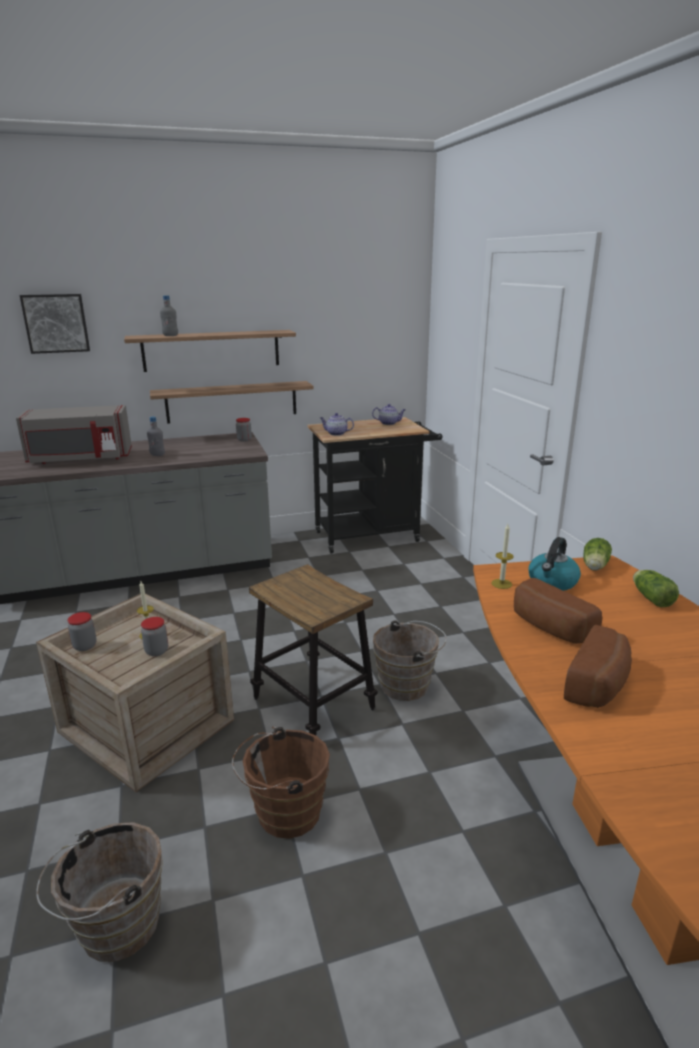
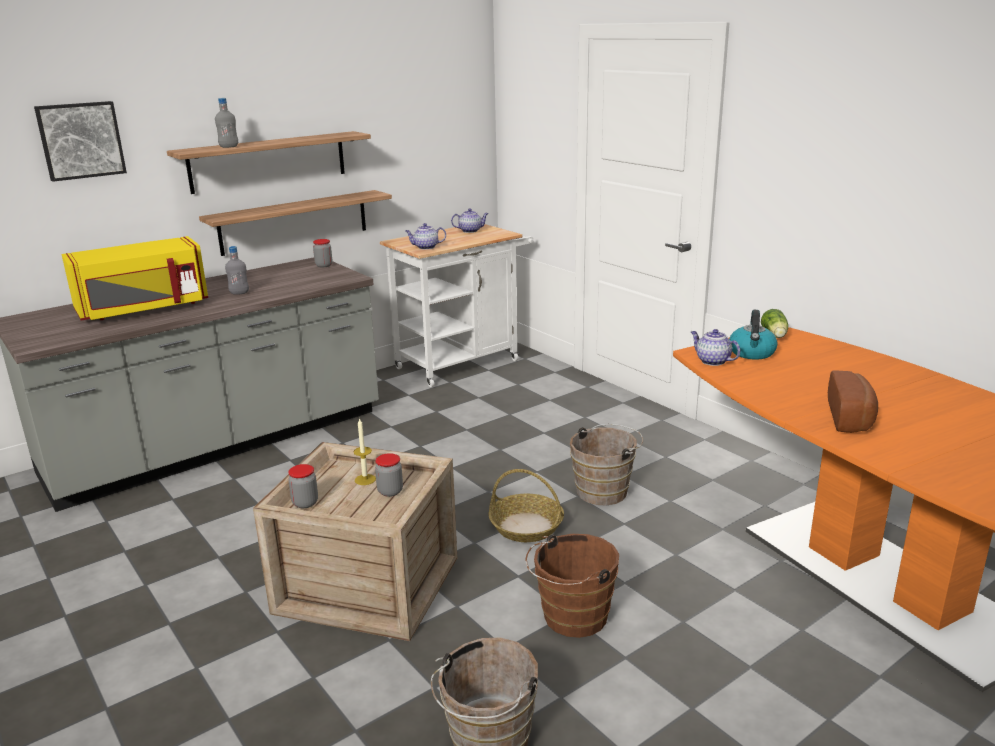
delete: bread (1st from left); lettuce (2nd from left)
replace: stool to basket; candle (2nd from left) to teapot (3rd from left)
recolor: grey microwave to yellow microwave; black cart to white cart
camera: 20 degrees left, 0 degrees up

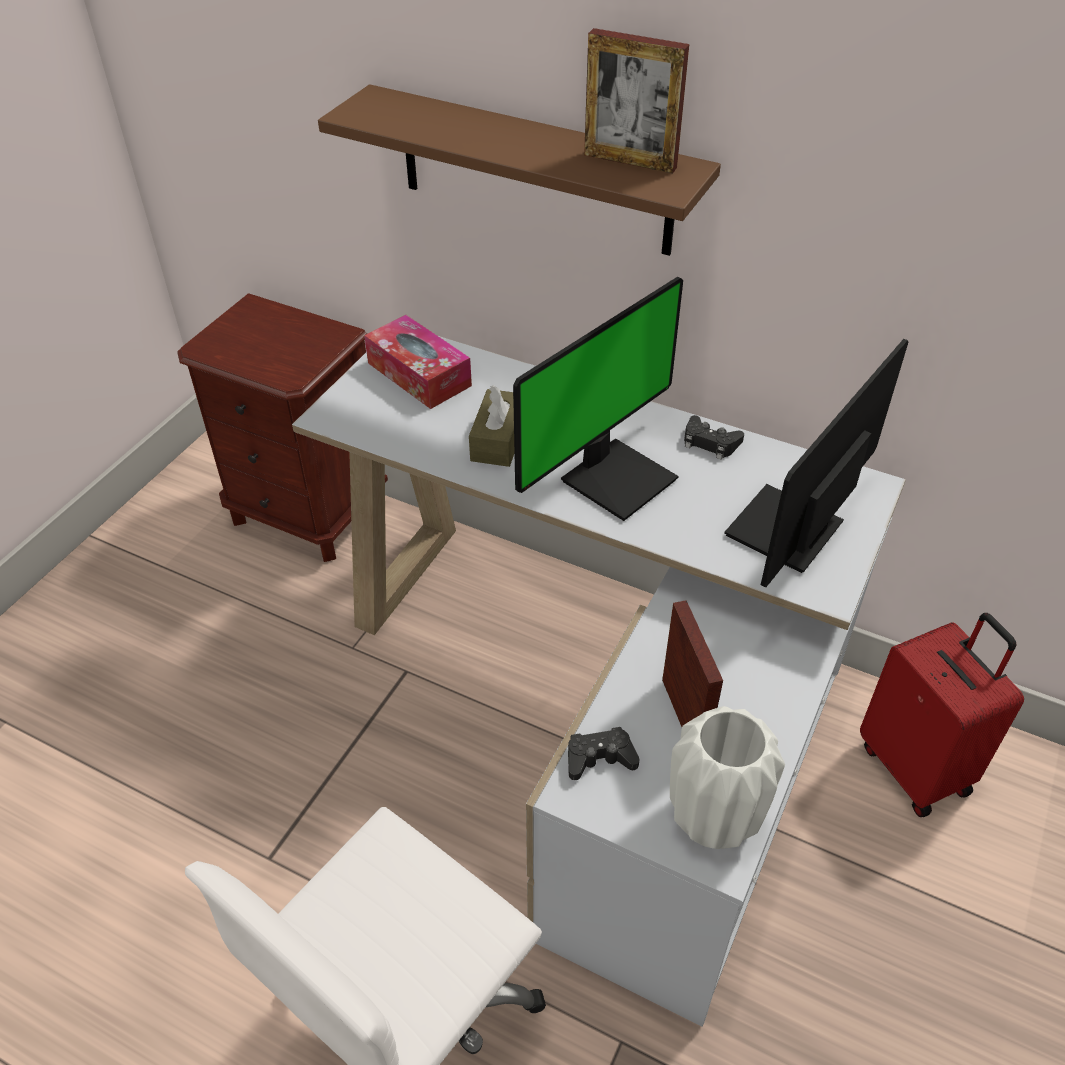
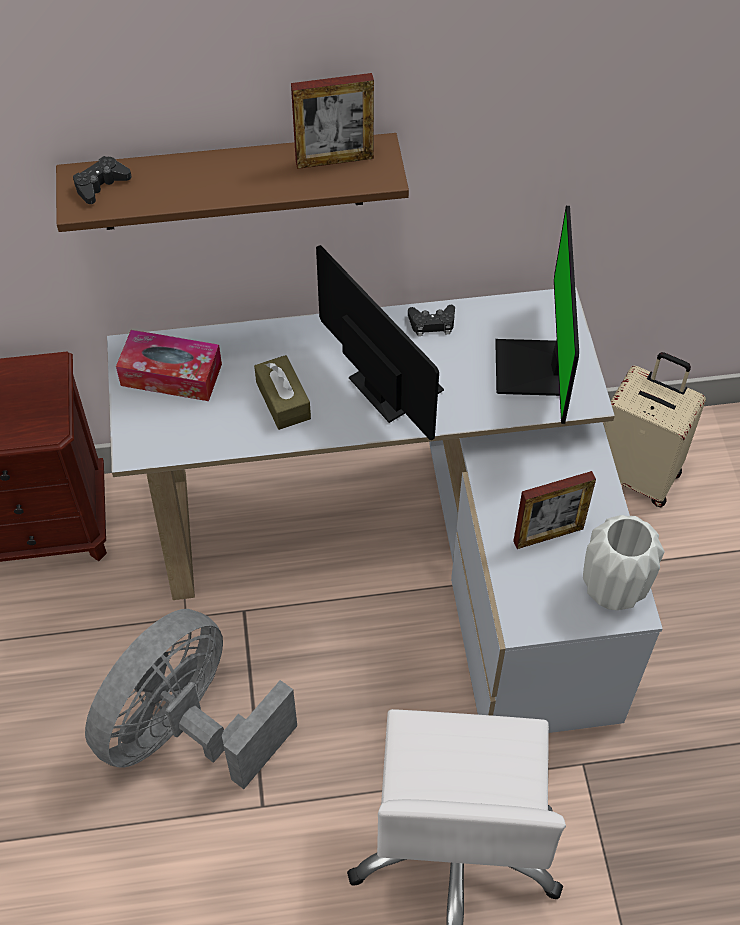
insert: grey fan
move: black game controller (1st from left)
recolor: red suitcase to beige suitcase
rotate: monitor (1st from left) 45 degrees counterclockwise; picture frame (2nd from left) 120 degrees clockwise
camera: 35 degrees left, 10 degrees up

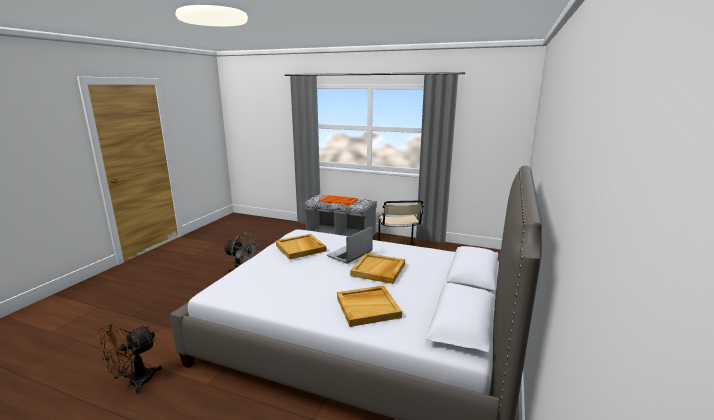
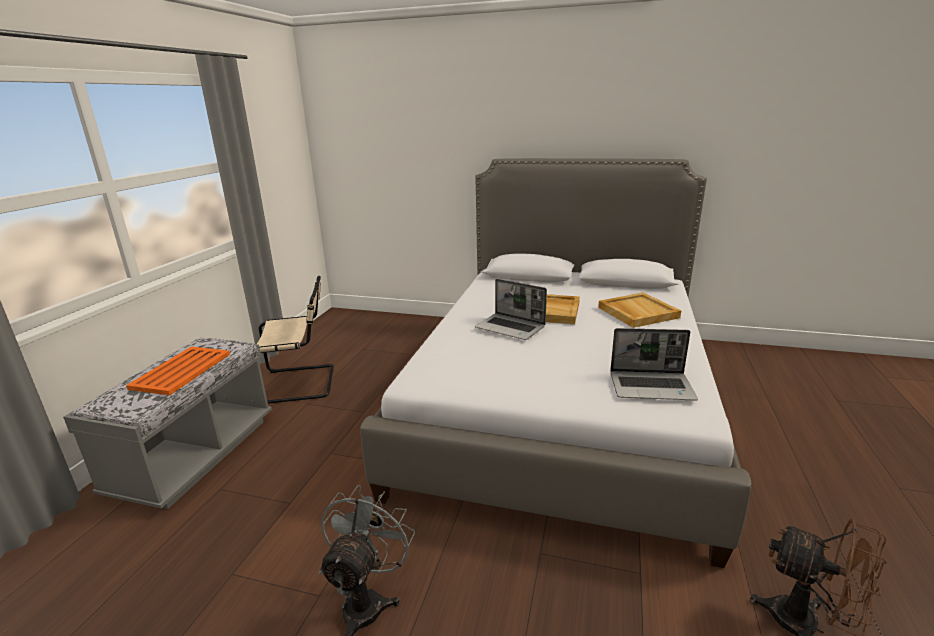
delete: beige tray (1st from left)
insert: laptop (2nd from left)
camera: 95 degrees left, 5 degrees up

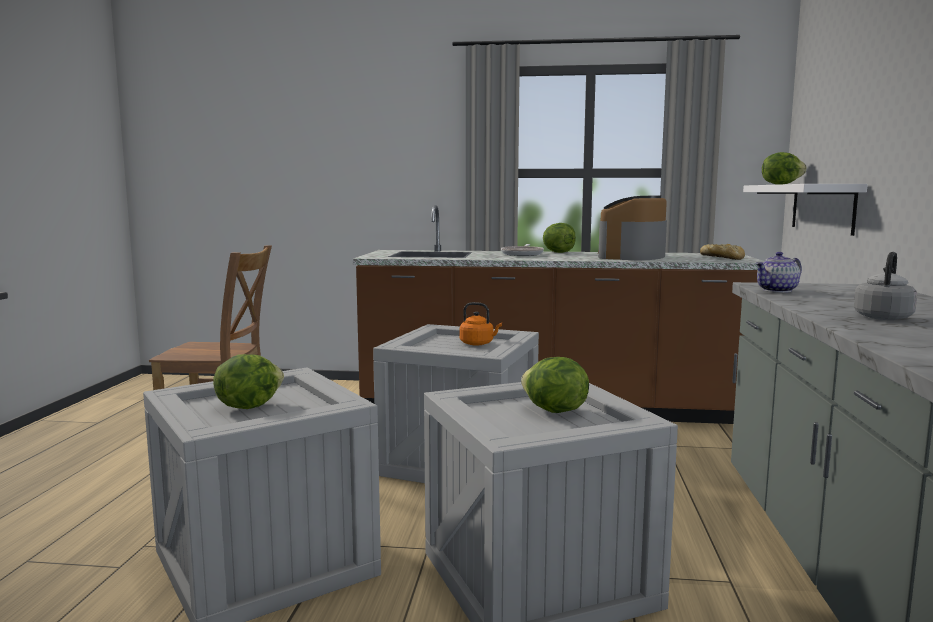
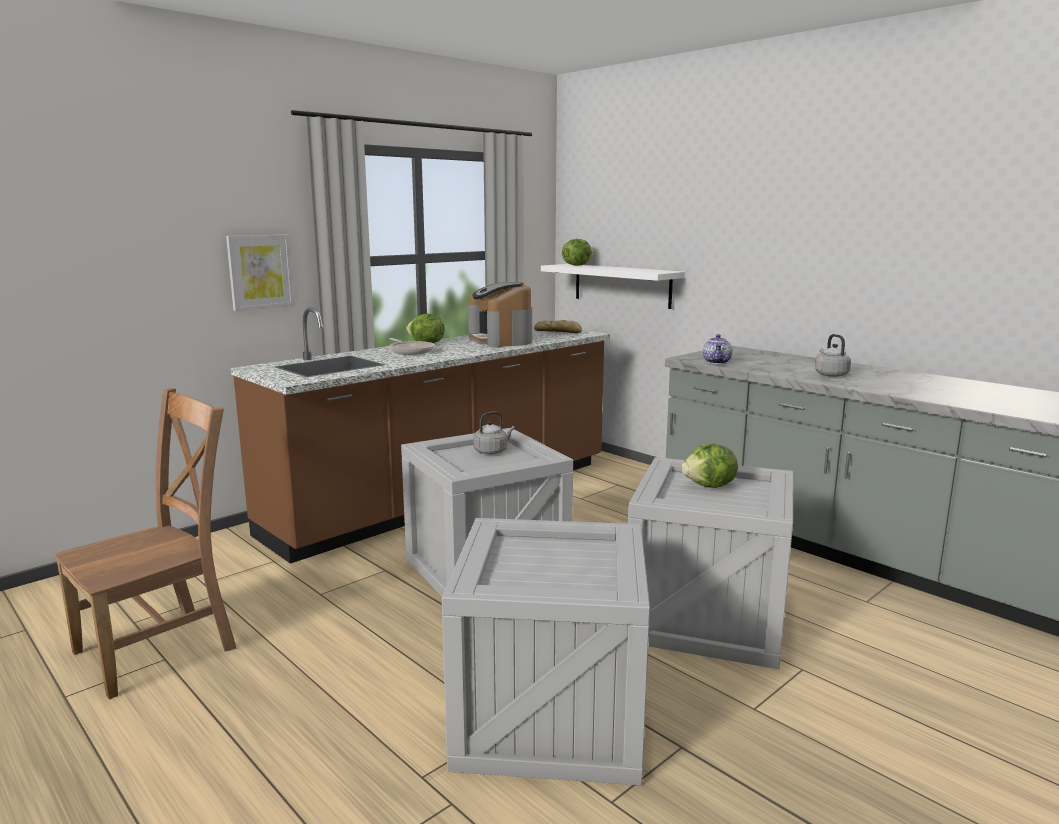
delete: lettuce (1st from left)
insert: picture
recolor: orange kettle to grey kettle (1st from left)
camera: 50 degrees left, 5 degrees up

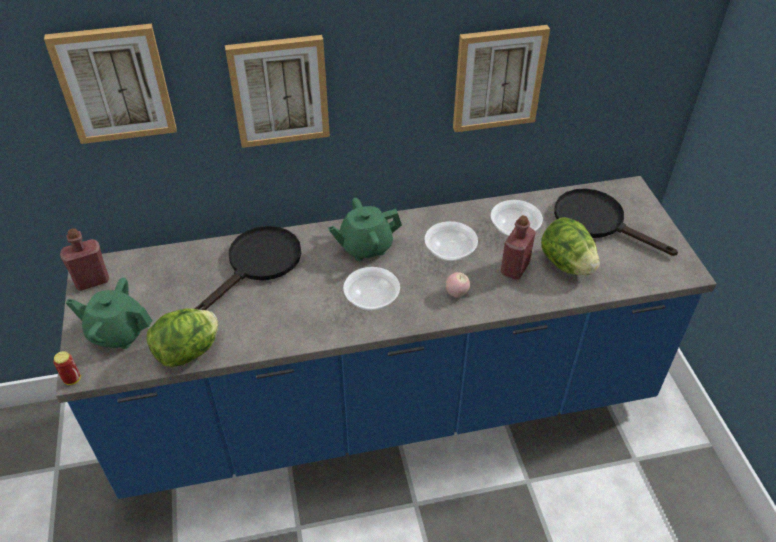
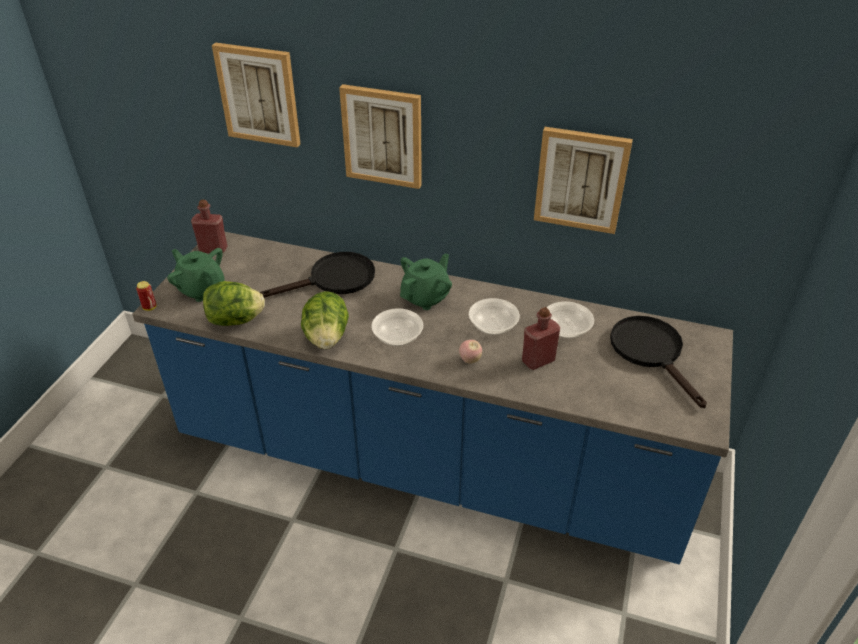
move: lettuce (2nd from left)
rotate: green teapot (2nd from left) 120 degrees clockwise
camera: 30 degrees right, 5 degrees down

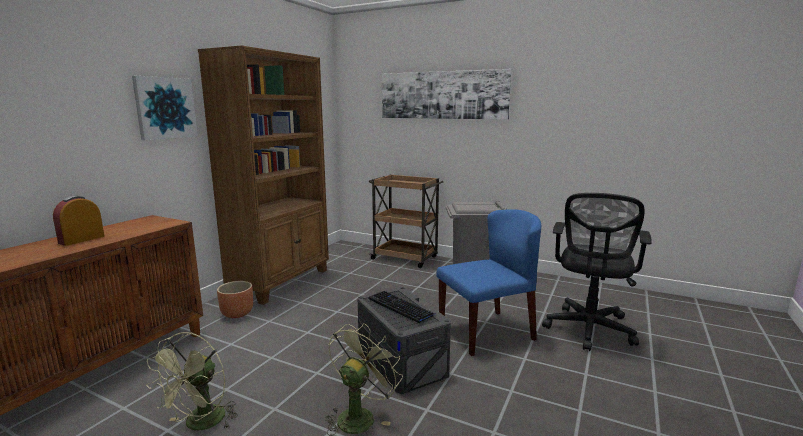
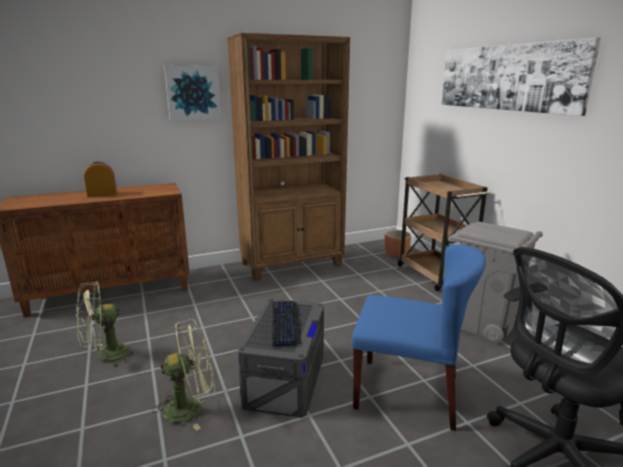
move: brown planter
camera: 40 degrees right, 5 degrees up

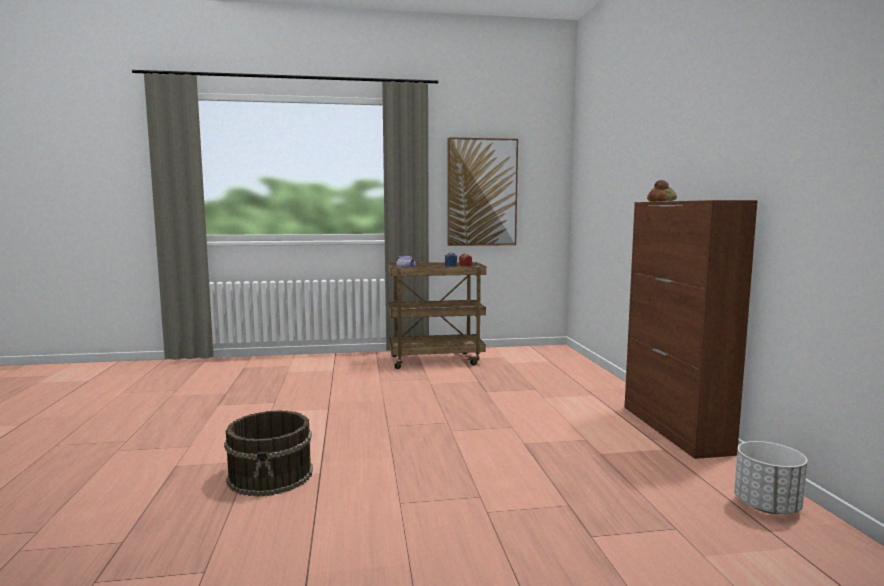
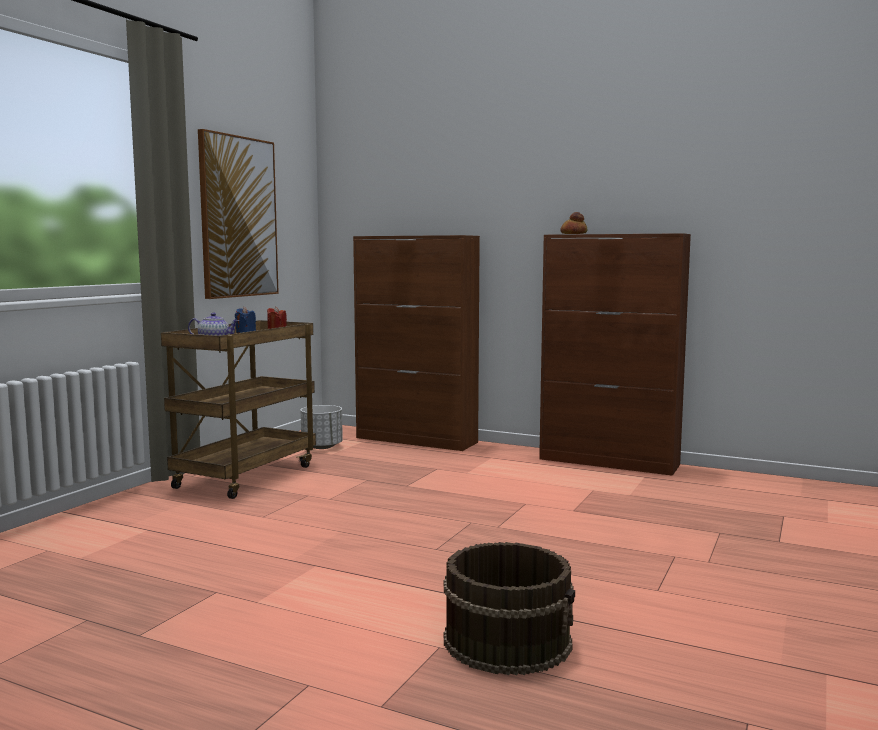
insert: brown cabinet (1st from left)
move: white planter
camera: 55 degrees left, 0 degrees up

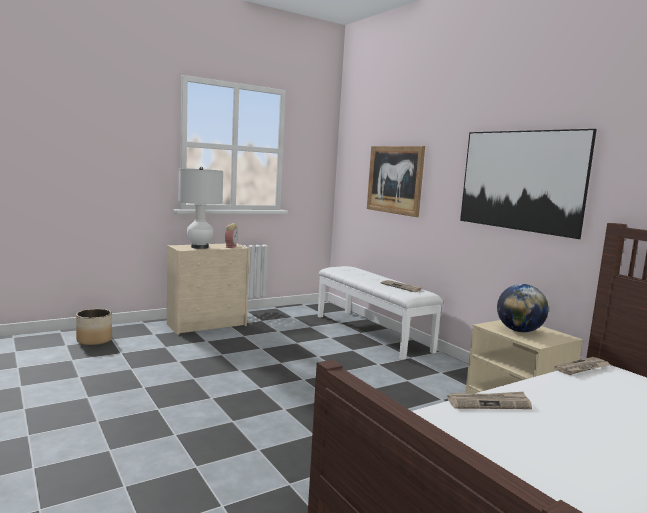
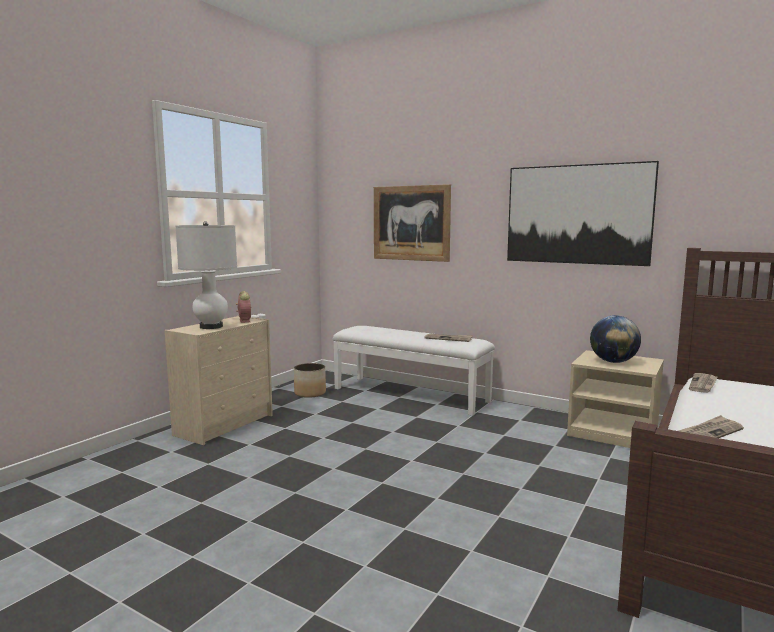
move: planter
camera: 25 degrees left, 0 degrees up

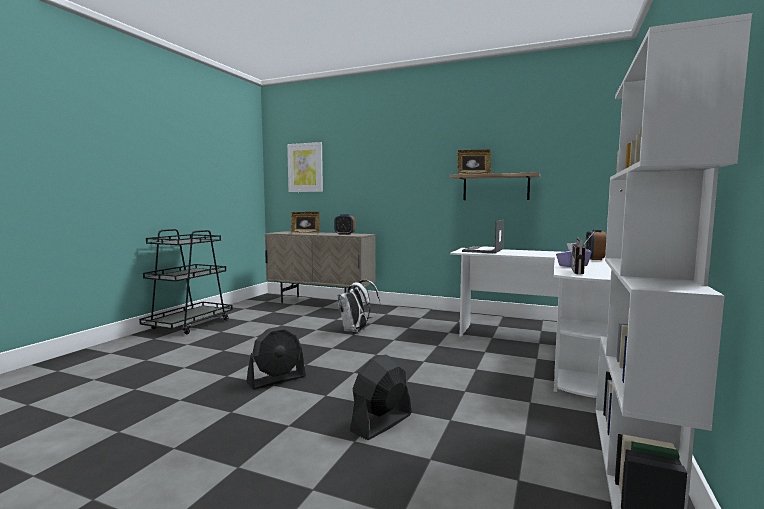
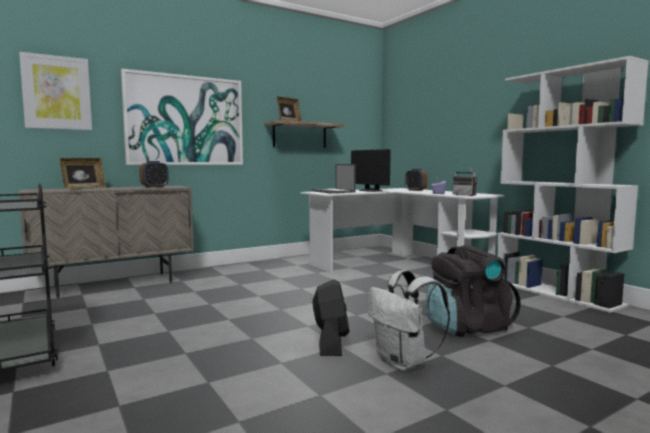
insert: picture (2nd from left); monitor
move: white backpack
replace: black fan (2nd from left) to black backpack
camera: 55 degrees left, 0 degrees up

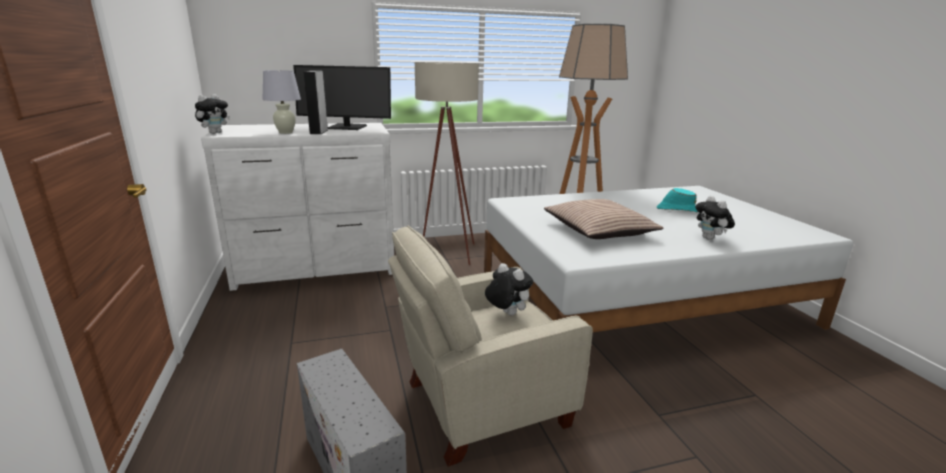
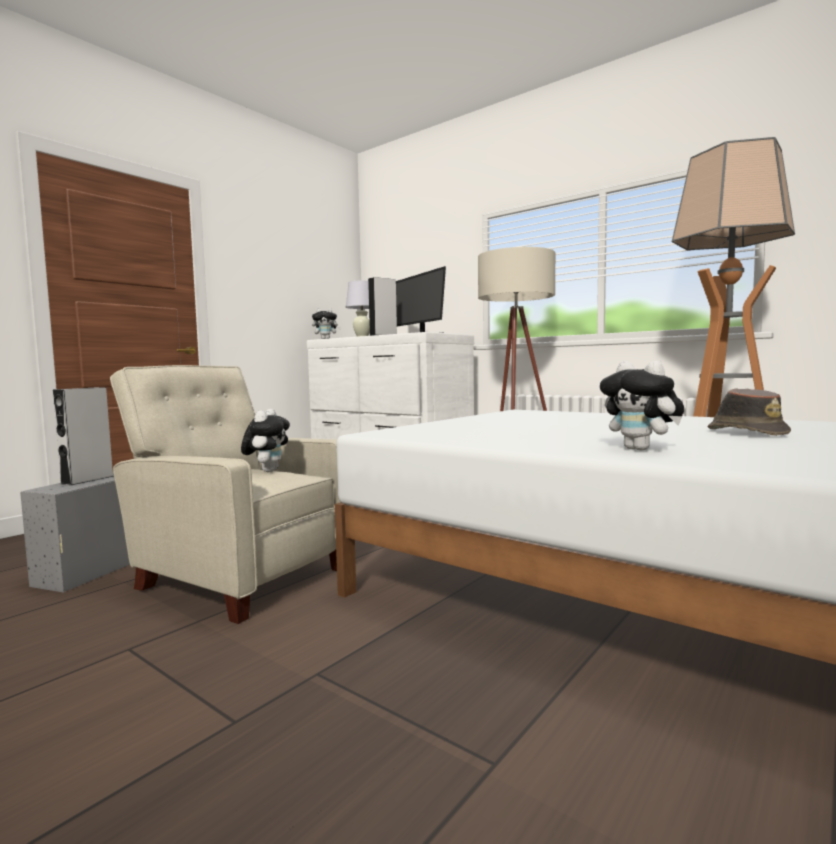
delete: pillow
insert: grey speaker (1st from left)
recolor: turquoise hat to brown hat
rotate: plush toy (3rd from left) 75 degrees counterclockwise
camera: 55 degrees right, 15 degrees down

